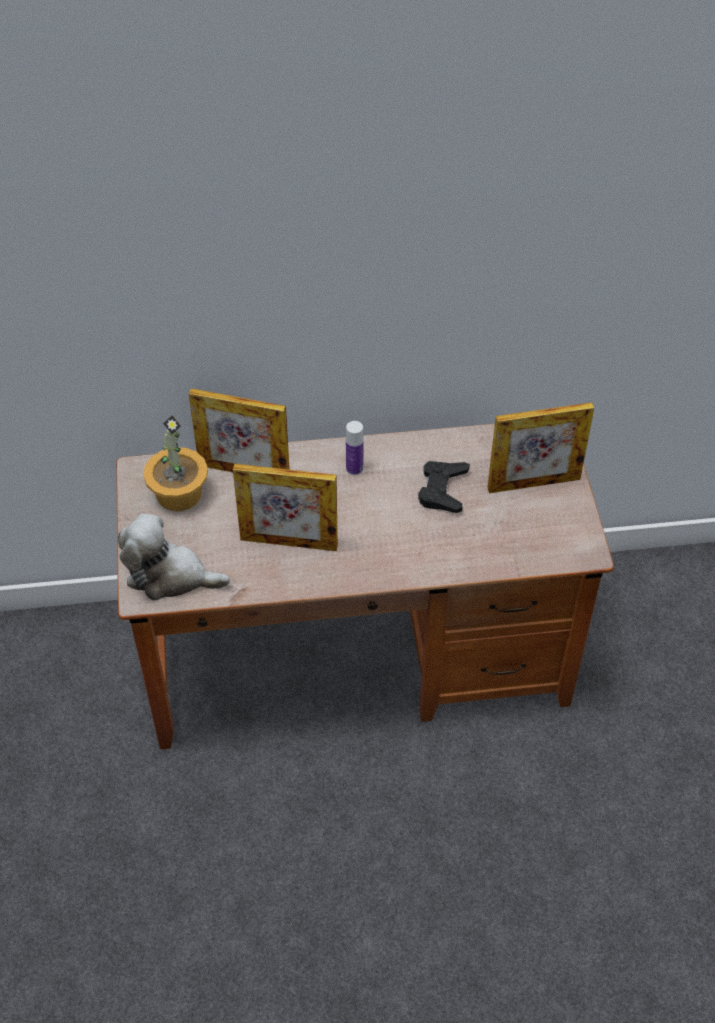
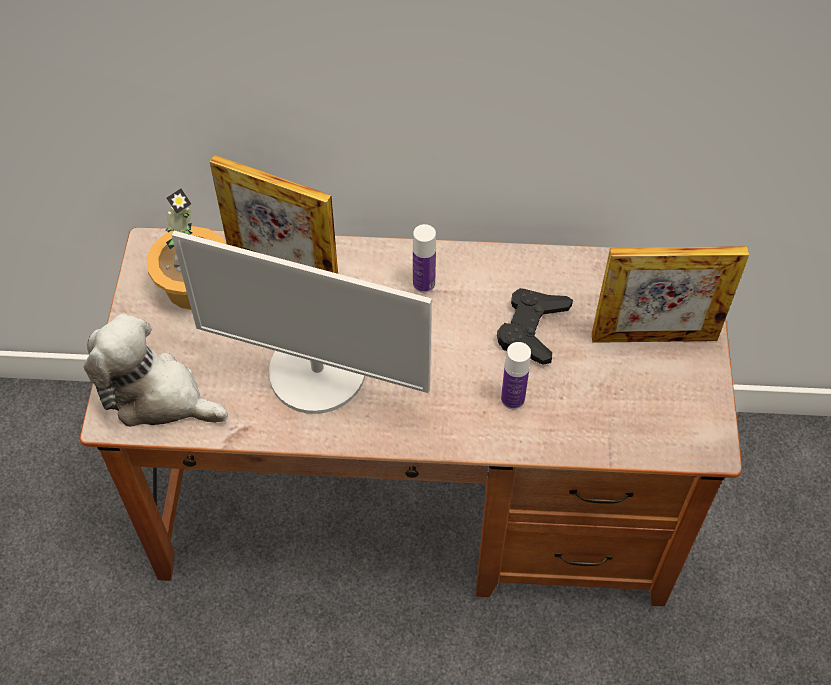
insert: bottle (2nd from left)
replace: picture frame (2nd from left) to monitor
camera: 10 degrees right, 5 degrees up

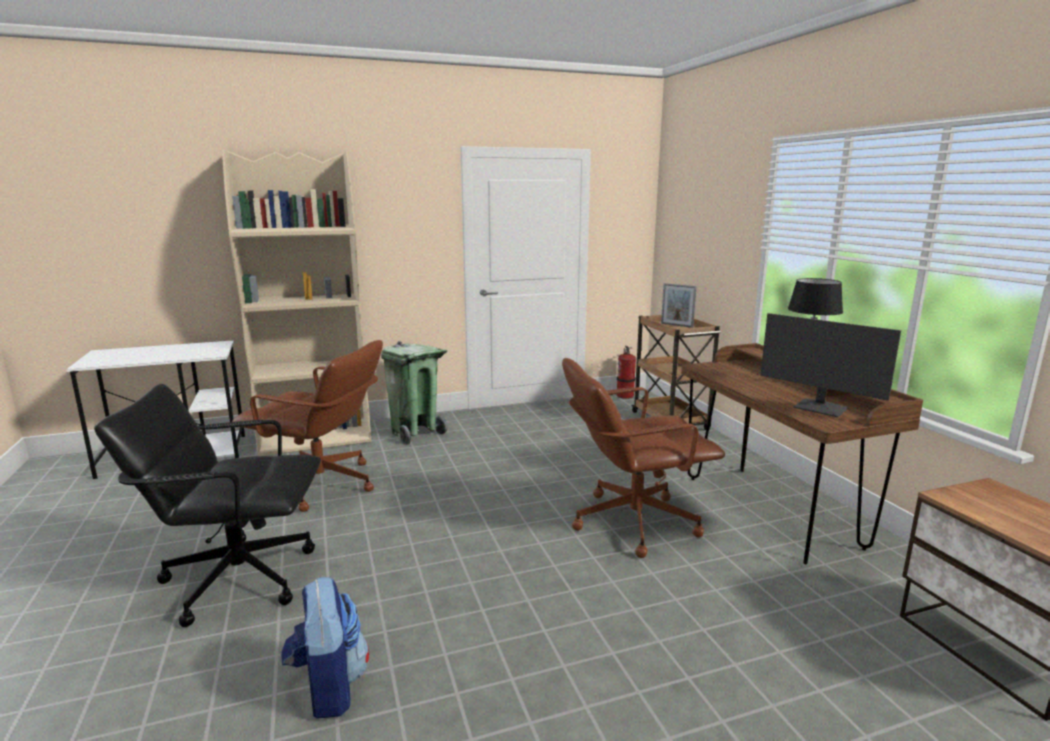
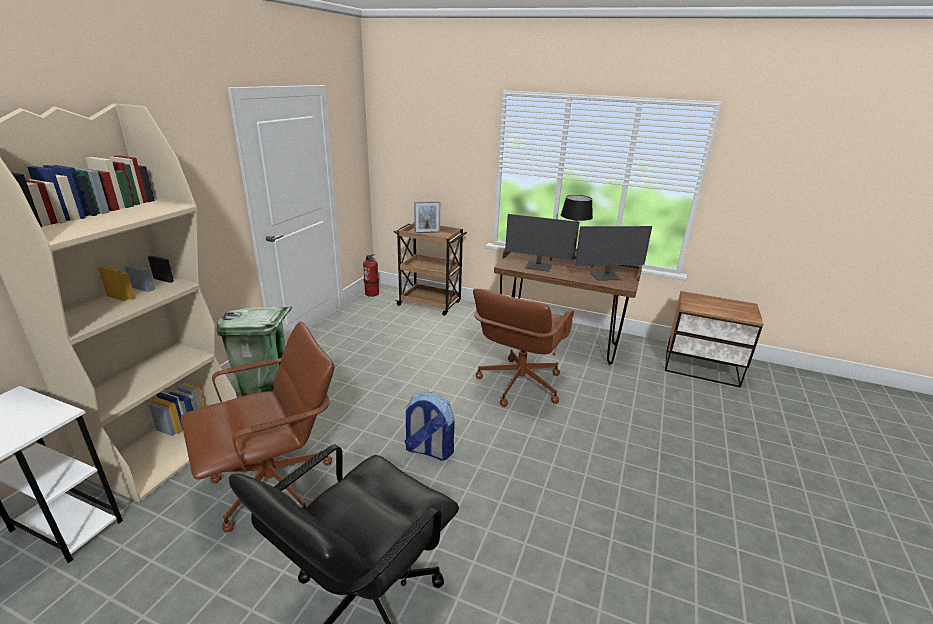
insert: monitor (1st from left)
move: backpack
camera: 50 degrees left, 10 degrees up

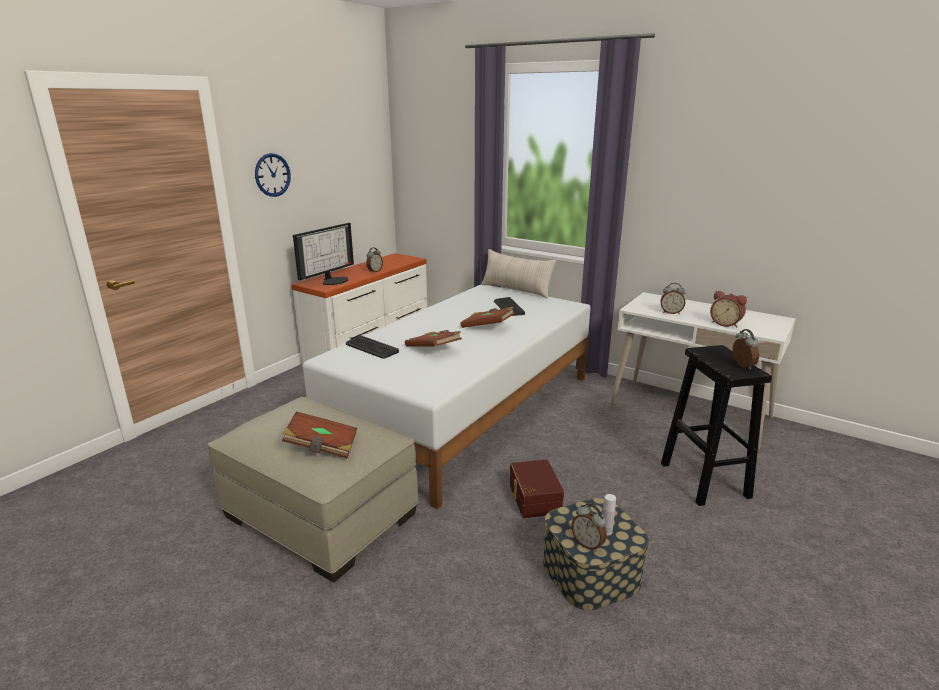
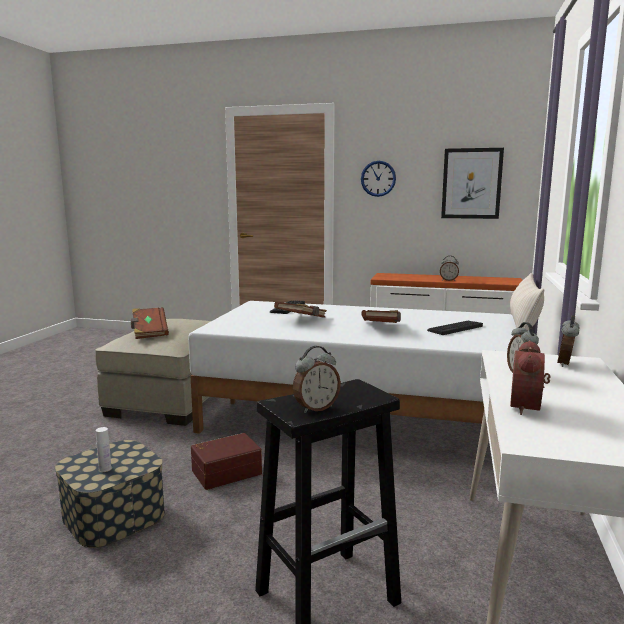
delete: monitor
insert: picture
move: alarm clock (2nd from left in the first image) to alarm clock (5th from left)
camera: 70 degrees right, 10 degrees down

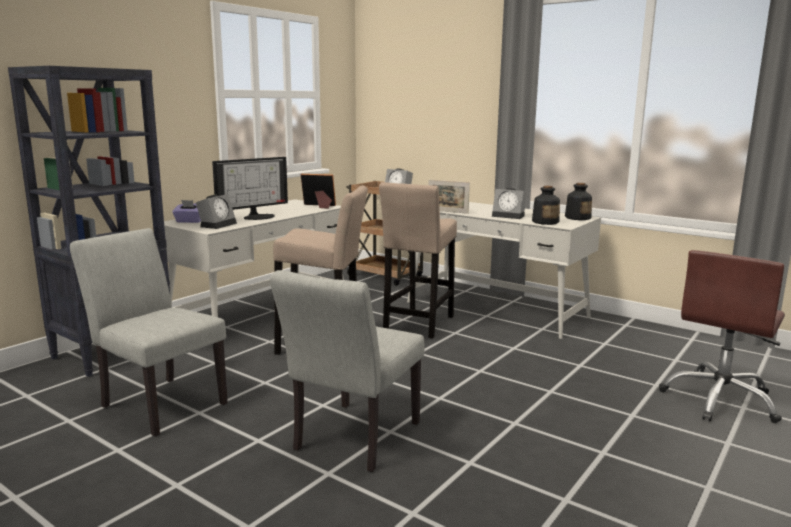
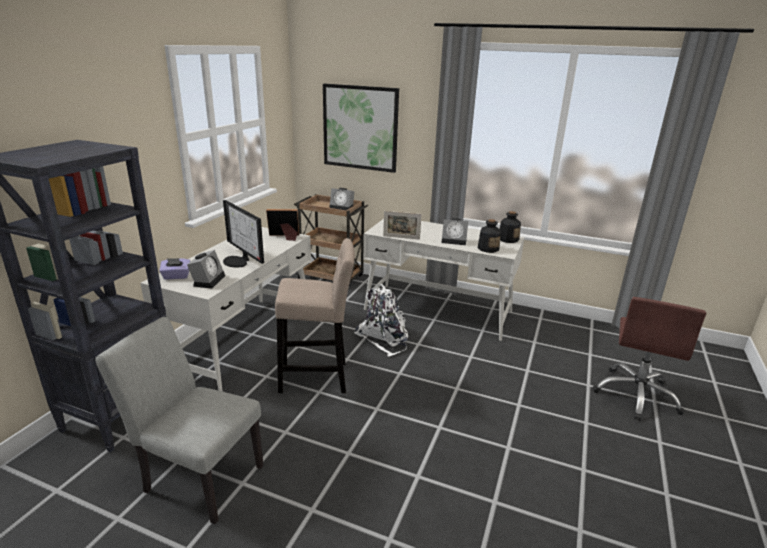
delete: grey chair (2nd from left)
insert: picture
replace: beige stool (2nd from left) to white backpack
rotate: monitor 105 degrees clockwise
camera: 15 degrees left, 10 degrees up

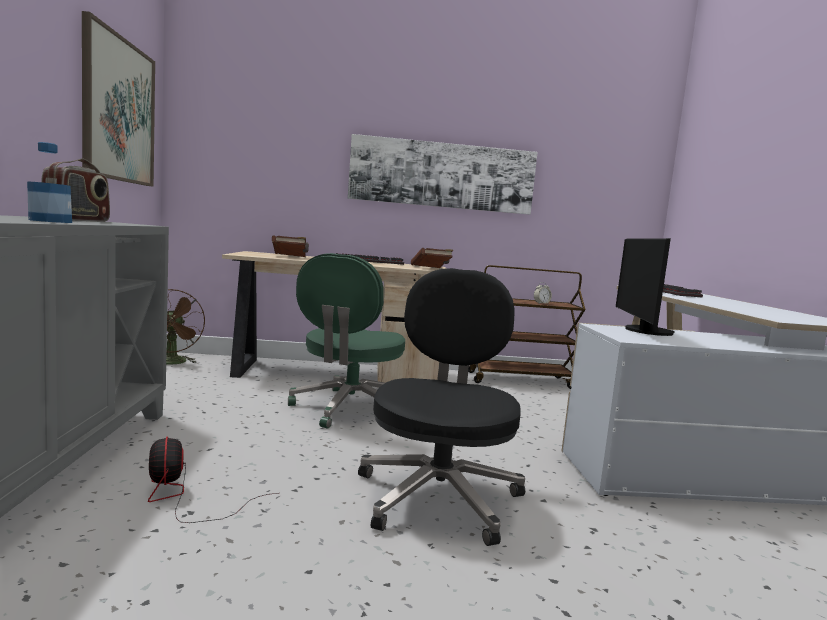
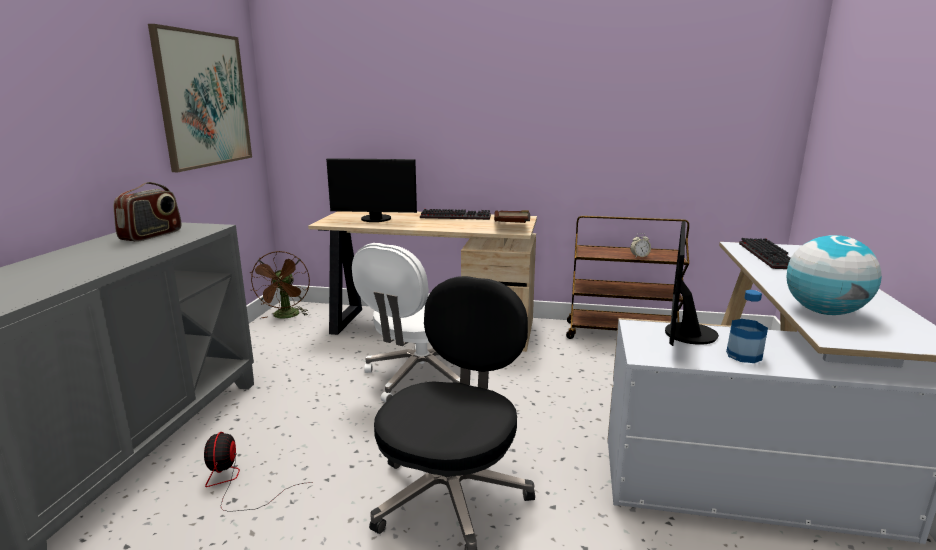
delete: picture (2nd from left)
insert: globe
move: bottle
replace: brown book (1st from left) to monitor (1st from left)
recolor: green office chair to white office chair
camera: 15 degrees right, 10 degrees up

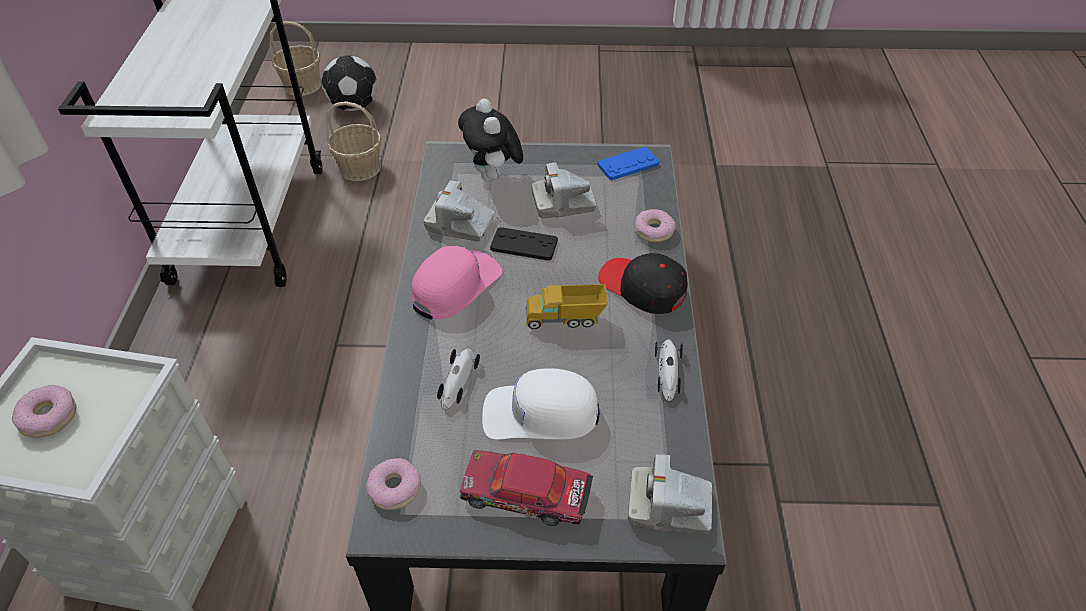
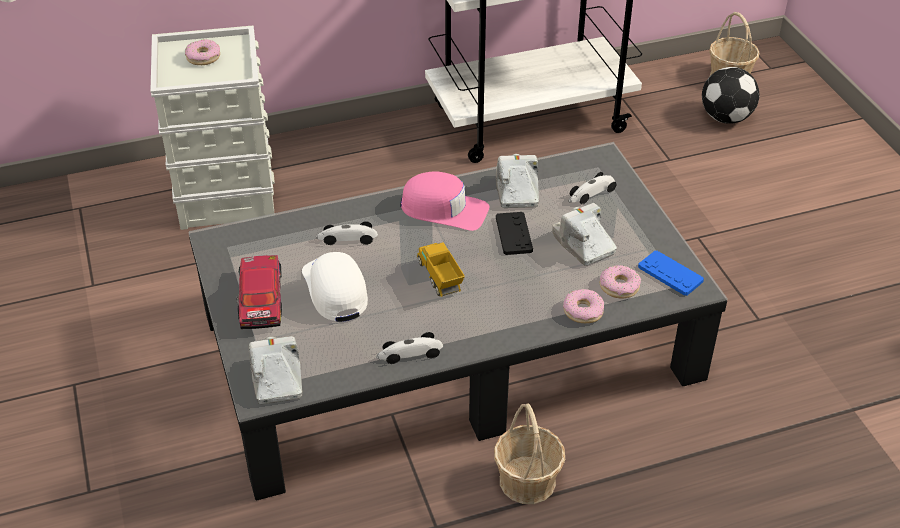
delete: black cap
move: basket (2nd from left in the first image) to basket (1st from left); donut (2nd from left in the first image) to donut (3rd from left)
replace: plush toy to toy car (4th from left)
camera: 70 degrees right, 5 degrees down

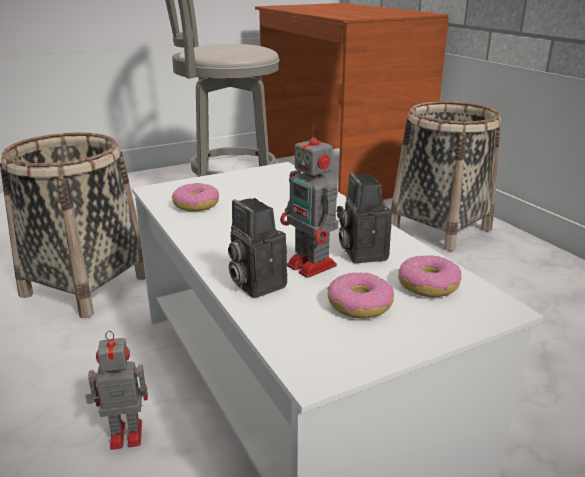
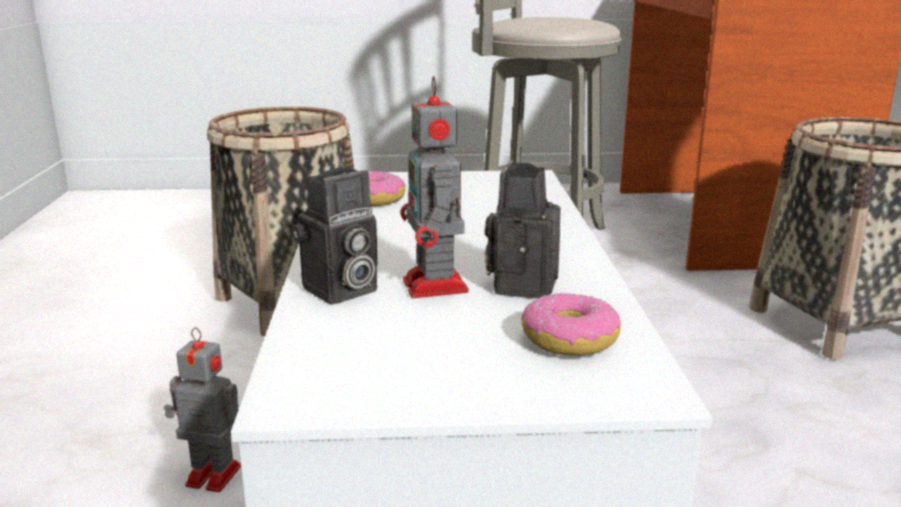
delete: donut (2nd from left)
rotate: photo camera (1st from left) 120 degrees counterclockwise
camera: 25 degrees right, 5 degrees down

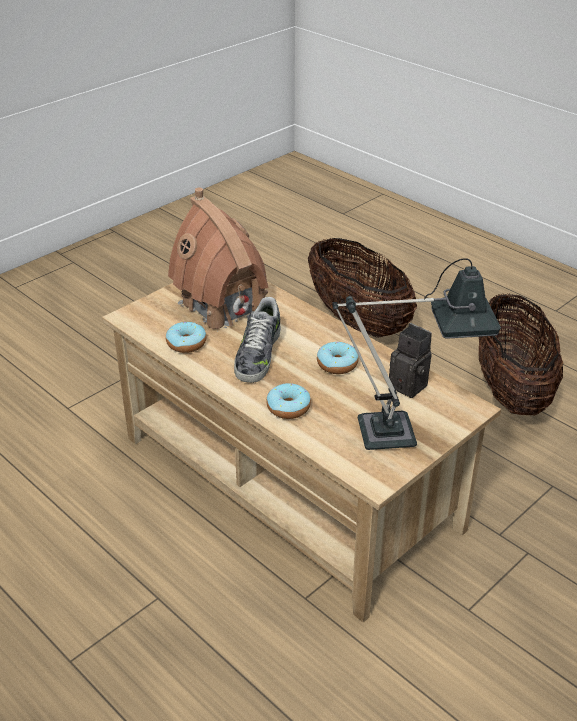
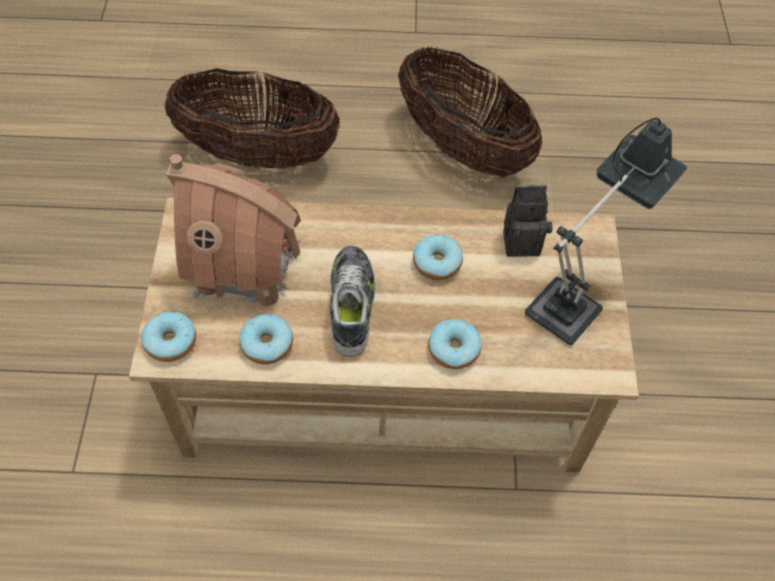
insert: donut (1st from left)
rotate: shoe 150 degrees counterclockwise
camera: 45 degrees left, 20 degrees up

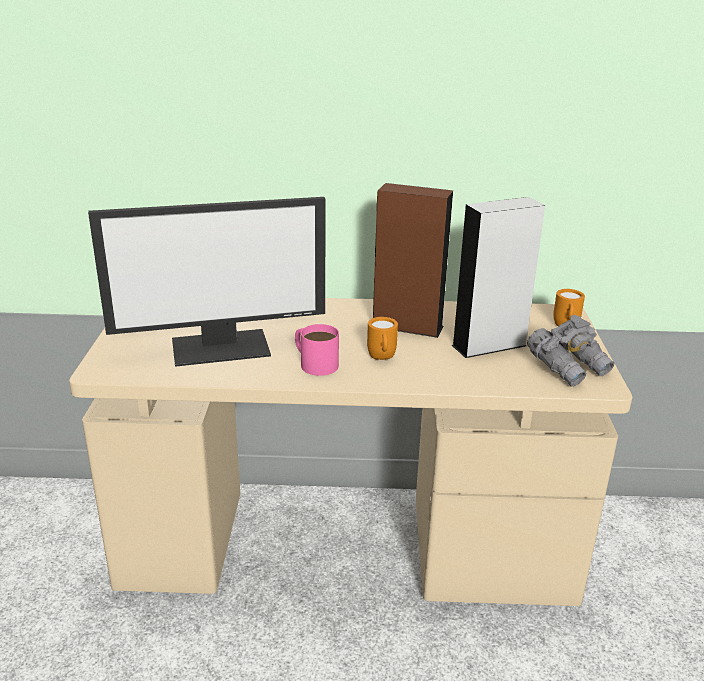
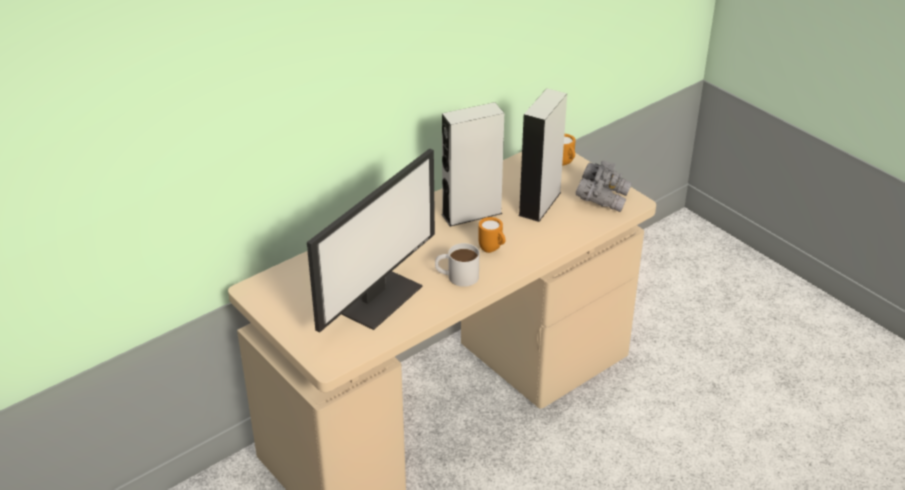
recolor: pink mug to white mug; brown speaker to grey speaker (1st from left)
camera: 40 degrees left, 10 degrees up

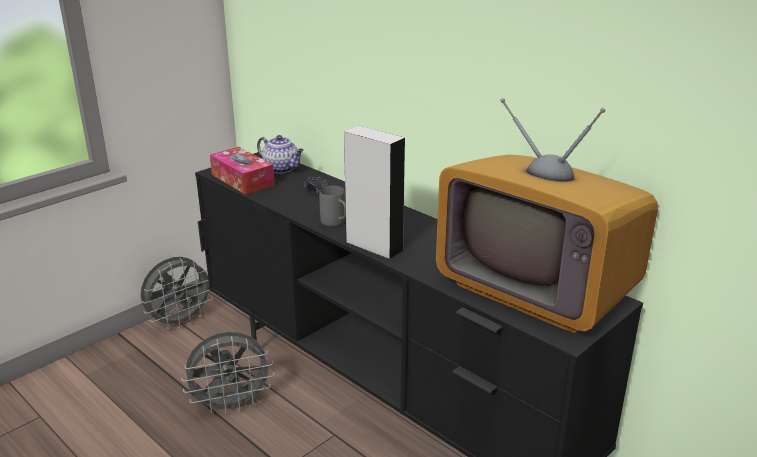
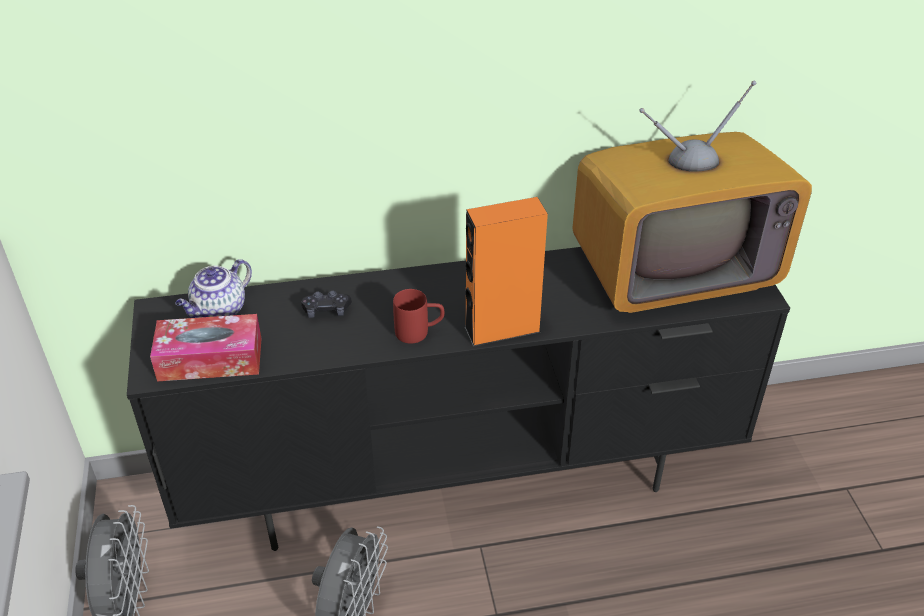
recolor: grey mug to red mug; grey speaker to orange speaker
rotate: teapot 150 degrees clockwise
camera: 55 degrees left, 15 degrees up

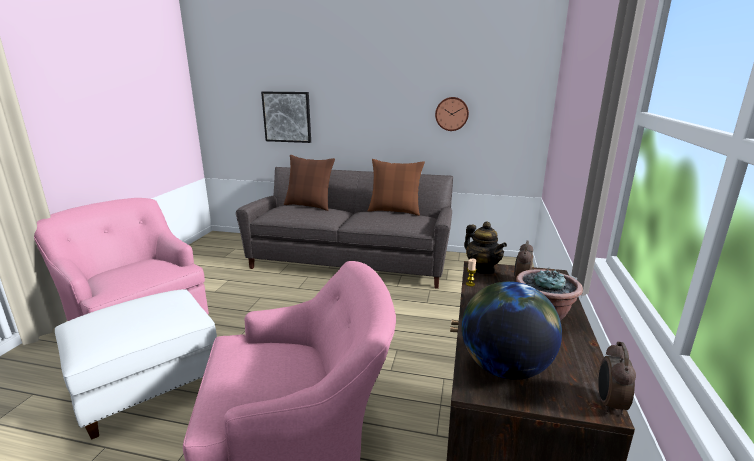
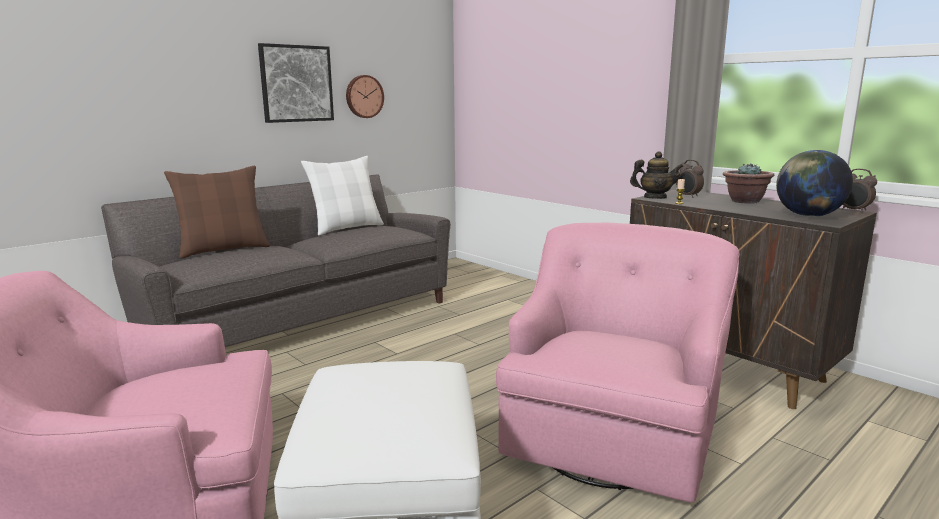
move: picture
recolor: brown pillow (2nd from left) to white pillow
camera: 55 degrees left, 5 degrees down

